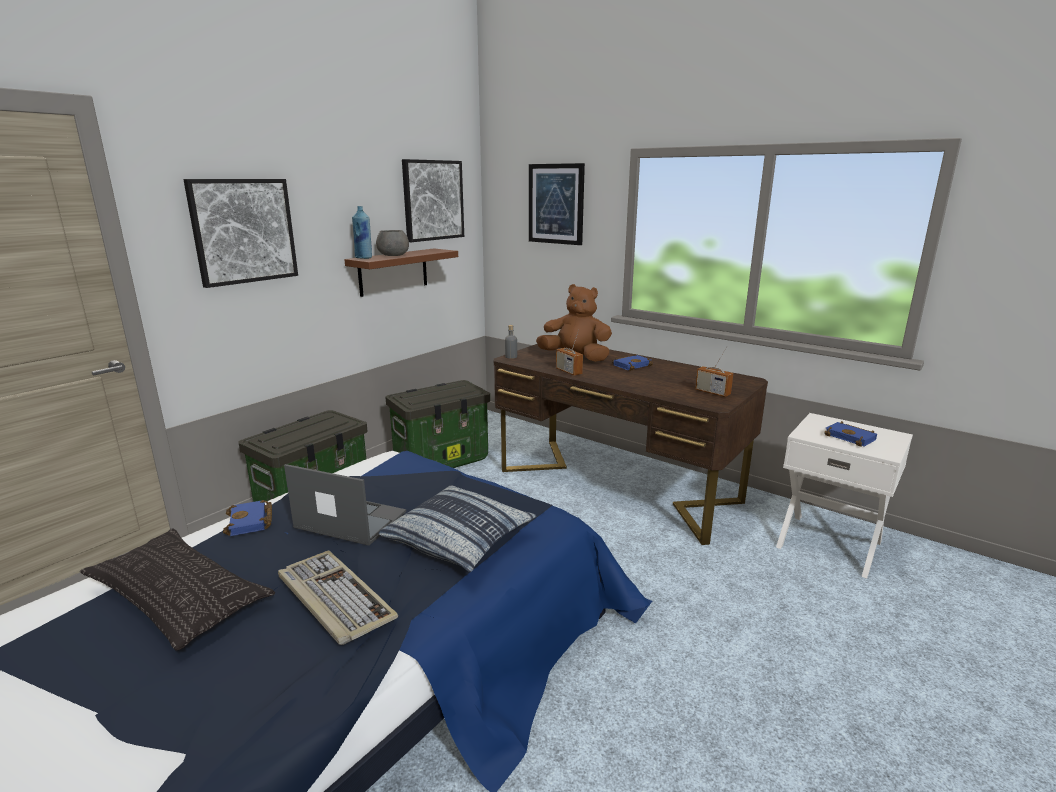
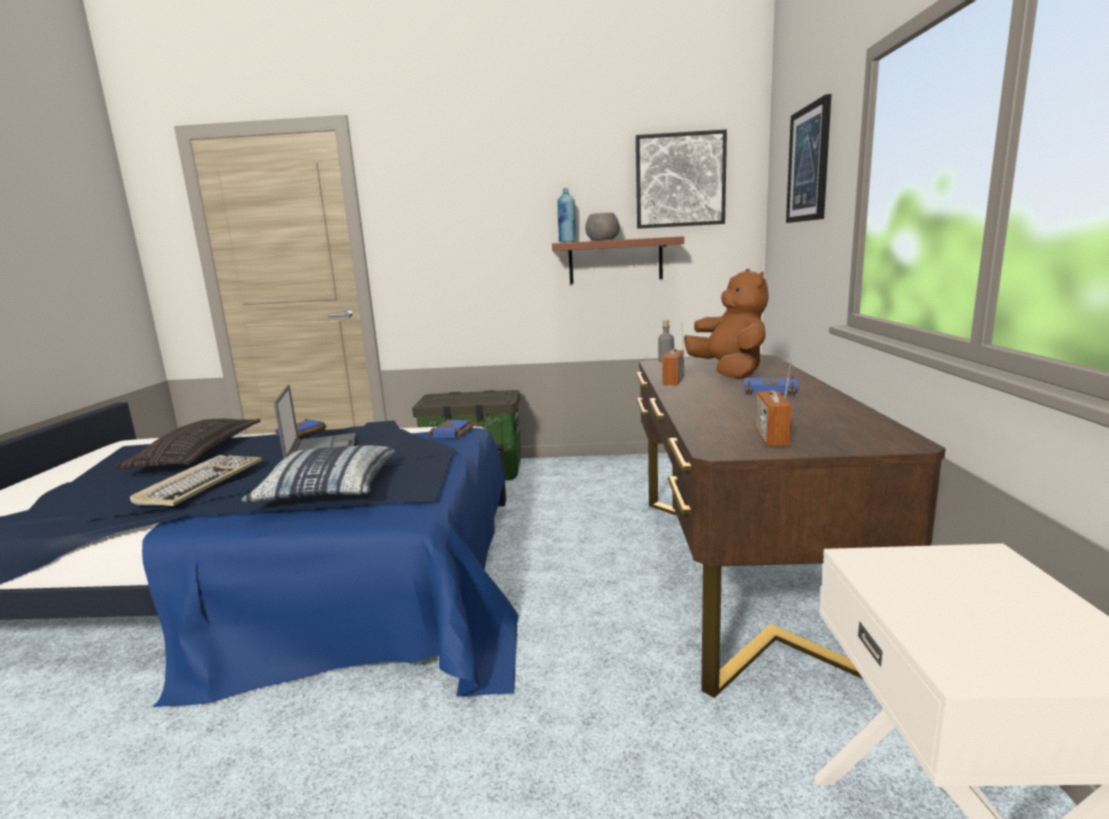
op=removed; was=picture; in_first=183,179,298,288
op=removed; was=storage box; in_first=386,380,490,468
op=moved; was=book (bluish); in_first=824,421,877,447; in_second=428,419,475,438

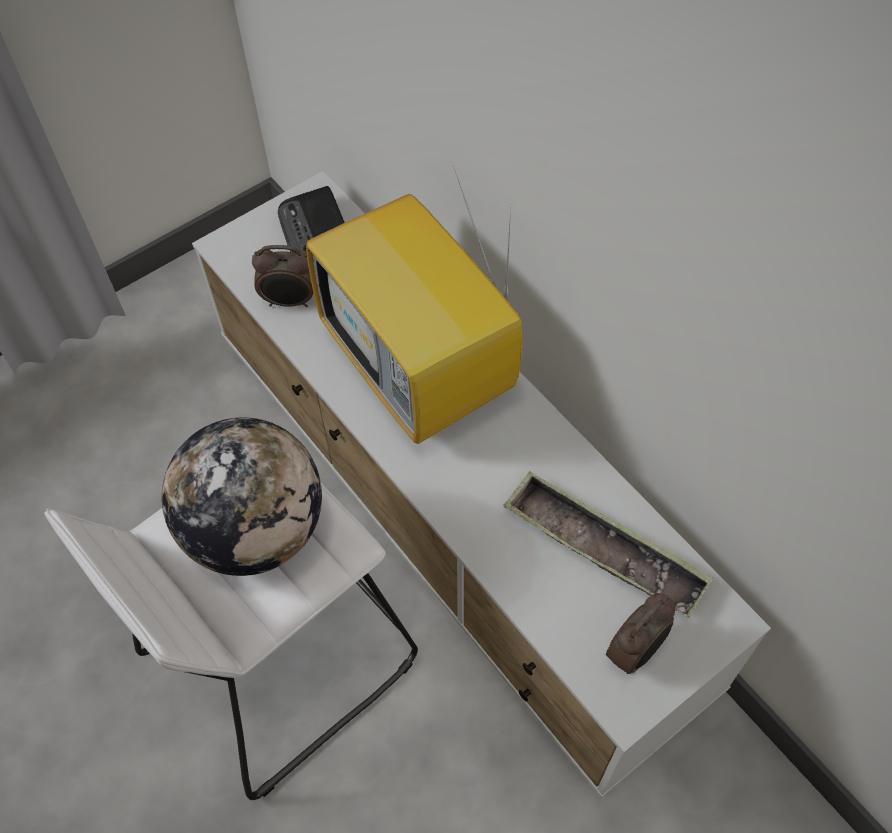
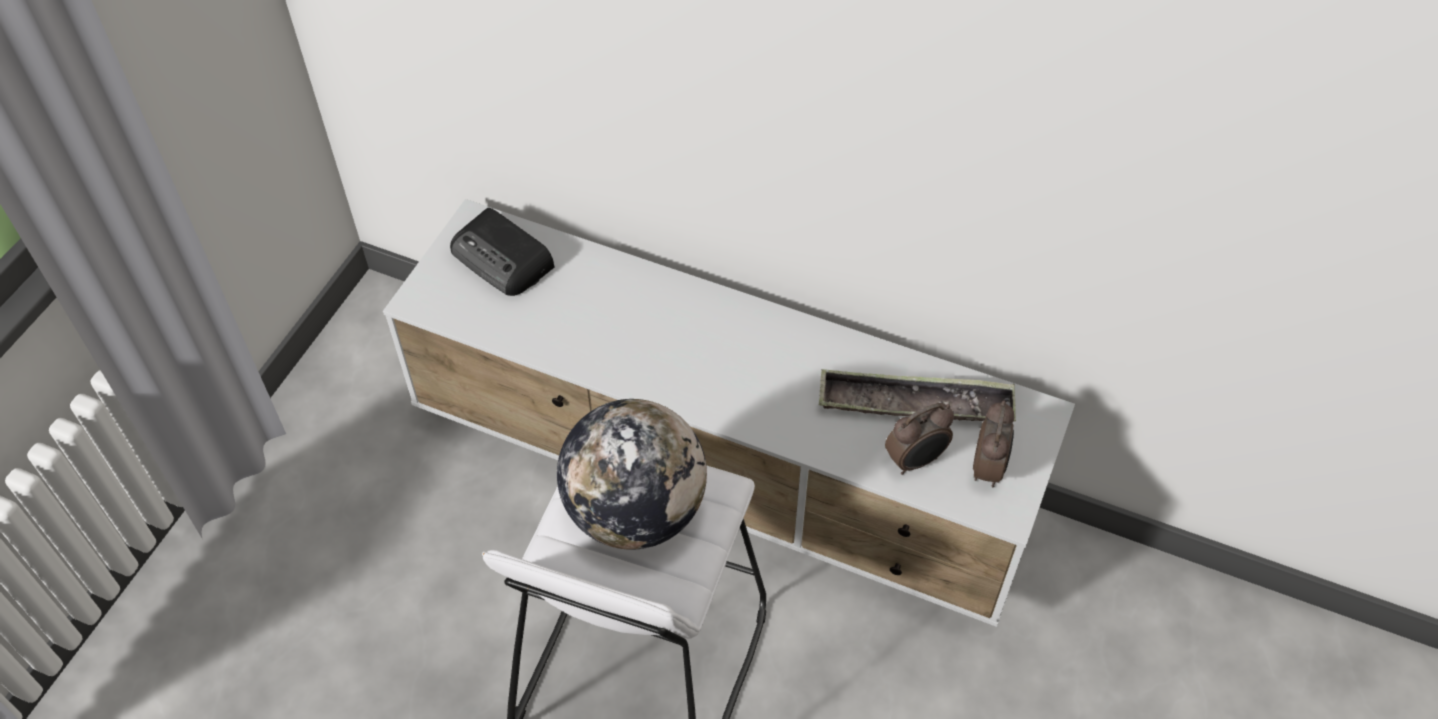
op=removed; was=TV set; in_first=306,166,522,444
op=moved; was=bedside clock; in_first=252,245,313,307; in_second=885,403,954,475

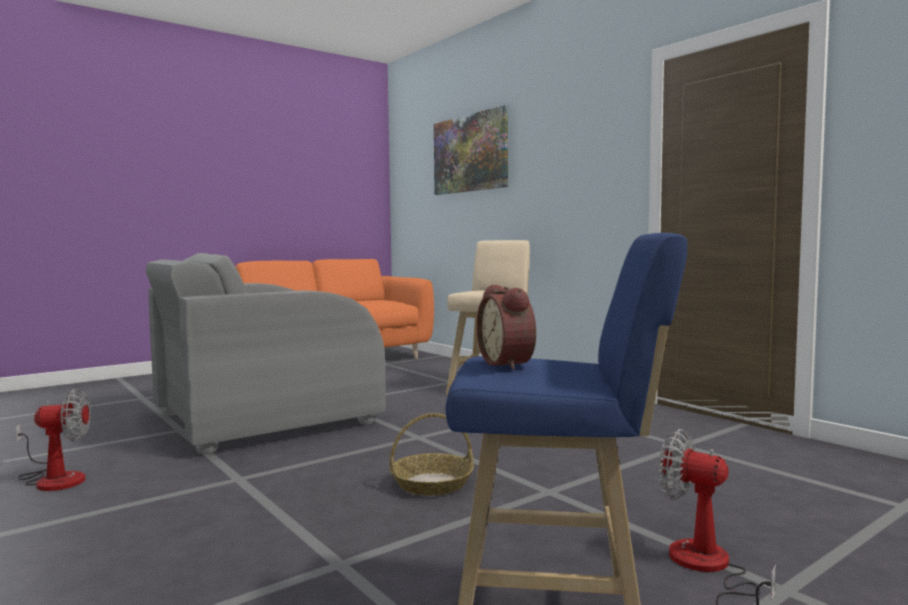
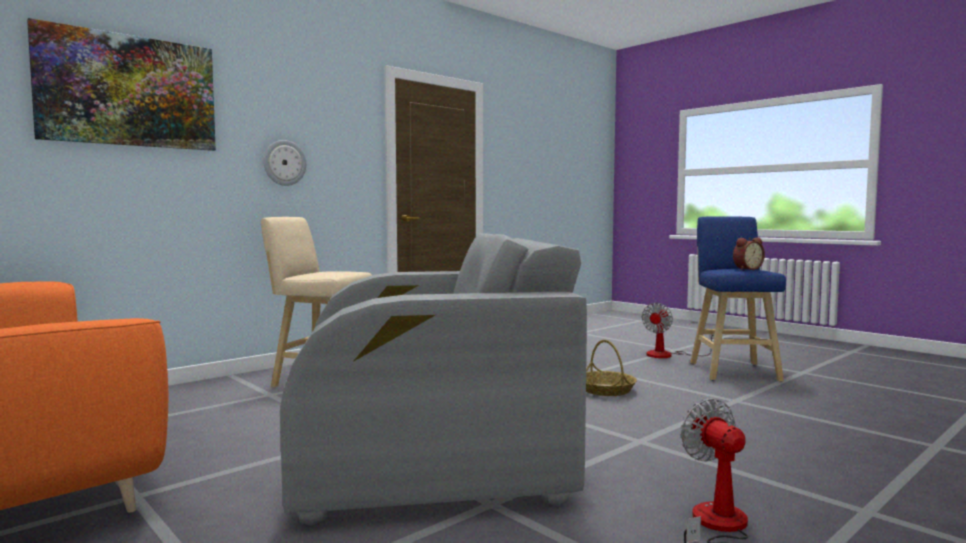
op=turned; was=armchair (gray); in_first=146,253,386,454; in_second=280,233,587,526; clockwise=-60
op=added; now=clock on the wall; in_second=263,140,306,186

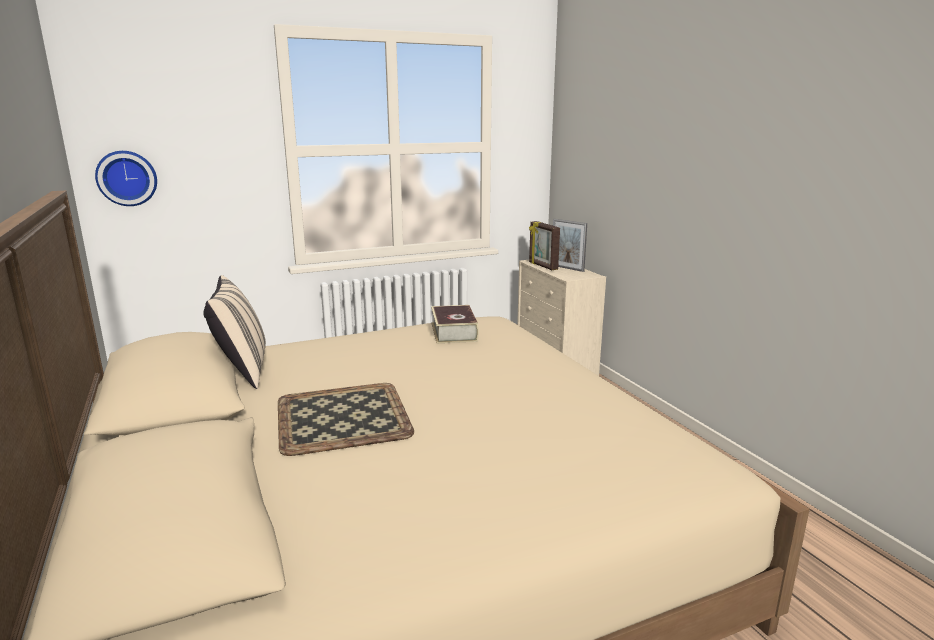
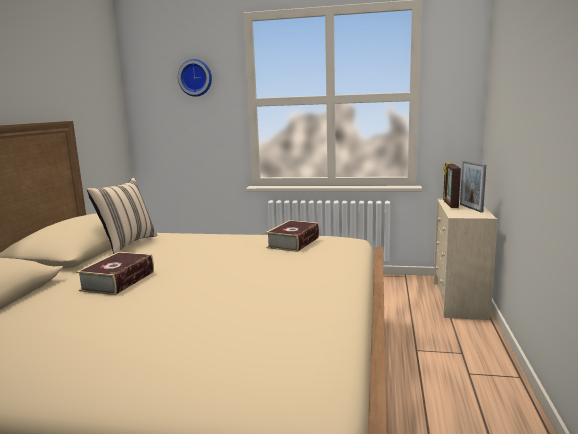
op=moved; was=clock on the wall; in_first=95,151,157,206; in_second=178,59,212,97
op=replaced; was=carrying tray; now=book; in_first=278,383,414,456; in_second=76,252,154,295

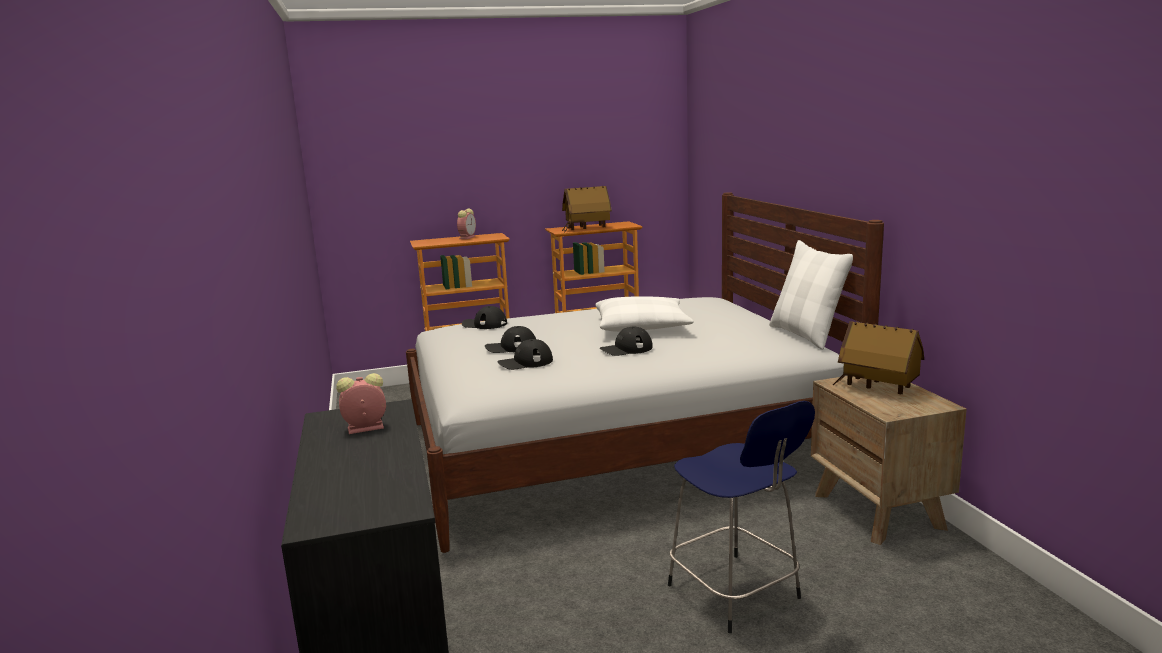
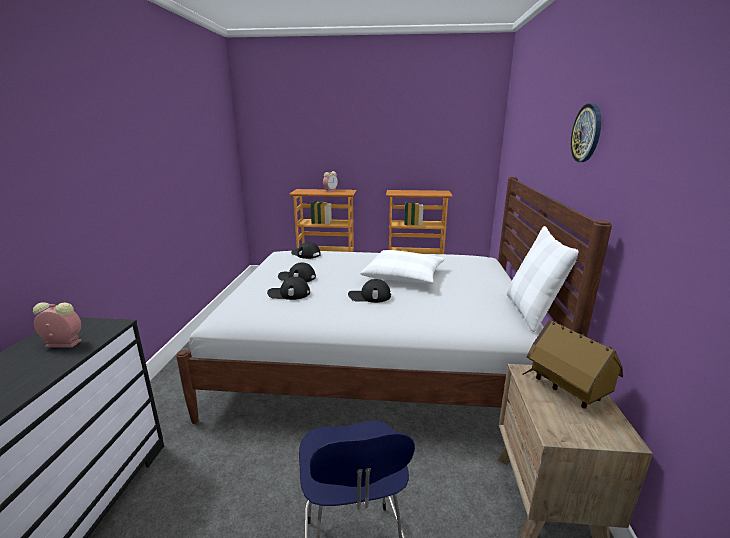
op=removed; was=toy house; in_first=562,186,612,232
op=added; now=clock on the wall; in_second=571,103,601,162

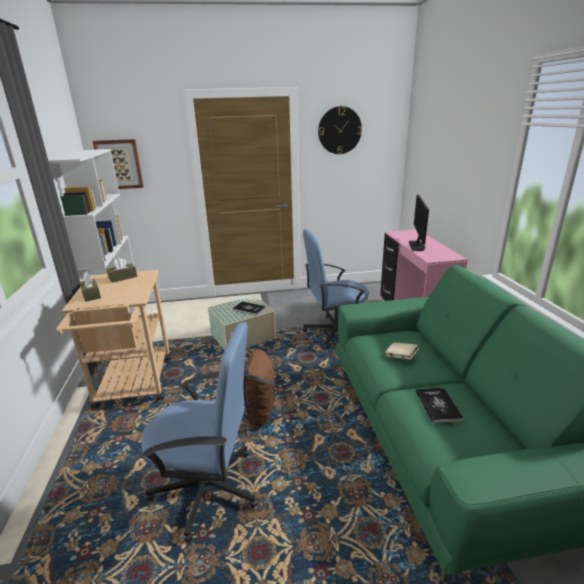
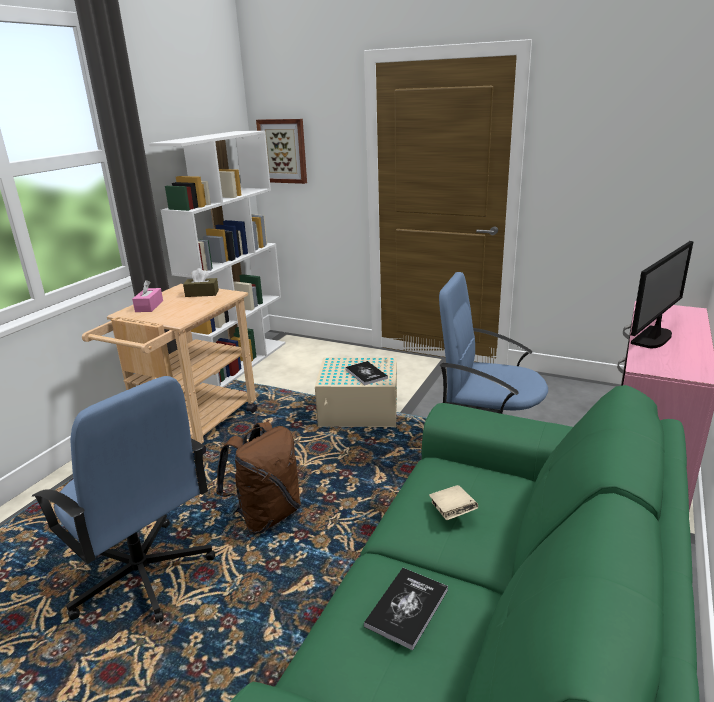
op=removed; was=clock on the wall; in_first=318,106,362,154
op=recoloured; was=tissue box (brown); now=tissue box (pinkish); in_first=79,274,101,302; in_second=132,280,163,312

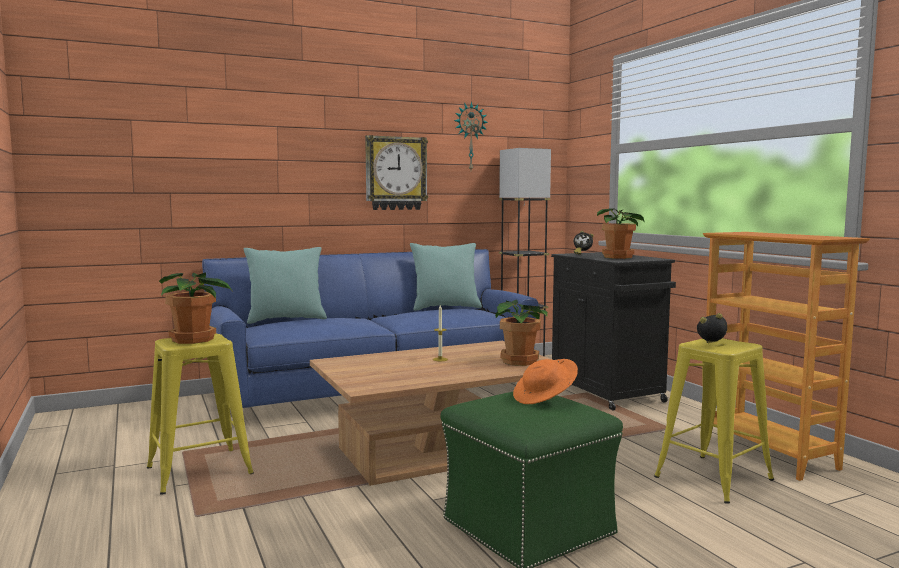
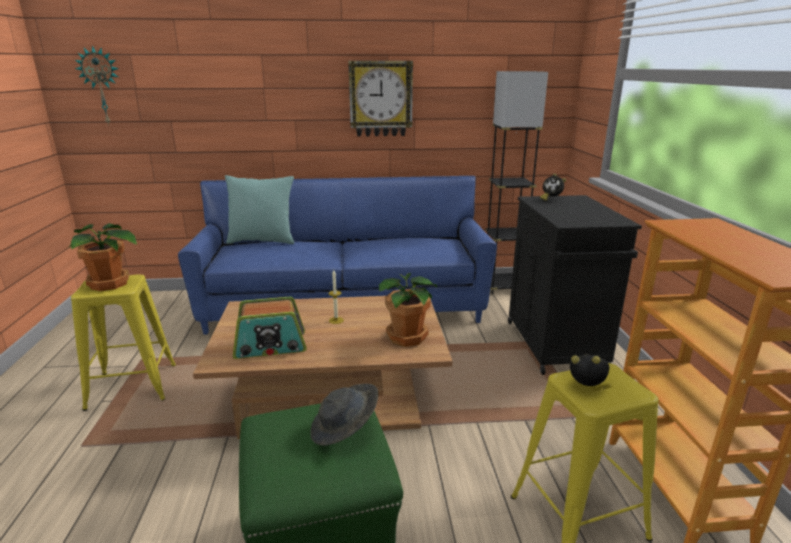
op=moved; was=clock on the wall; in_first=454,102,488,170; in_second=75,45,119,126
op=removed; was=potted plant; in_first=597,208,645,259
op=removed; was=throw pillow (blue-green); in_first=410,243,482,311
op=recoloured; was=clothing hat (orangey); now=clothing hat (gray); in_first=513,359,578,404; in_second=311,384,379,446
op=added; now=radio; in_second=233,297,307,359

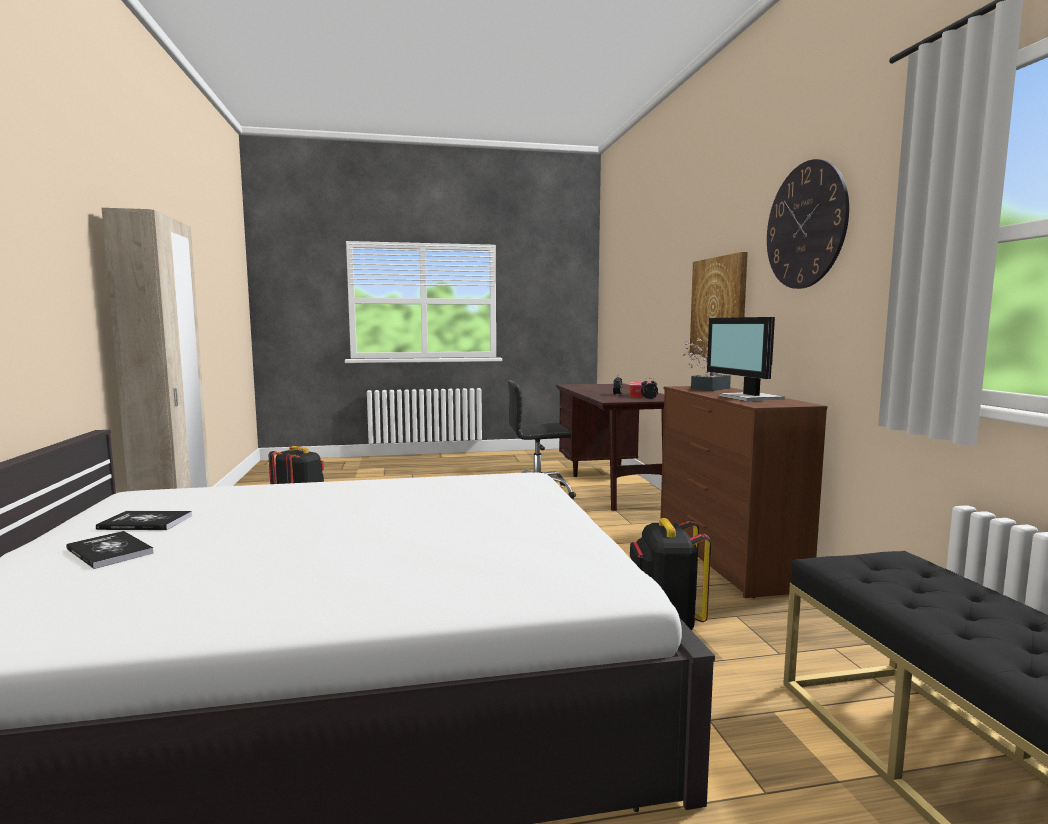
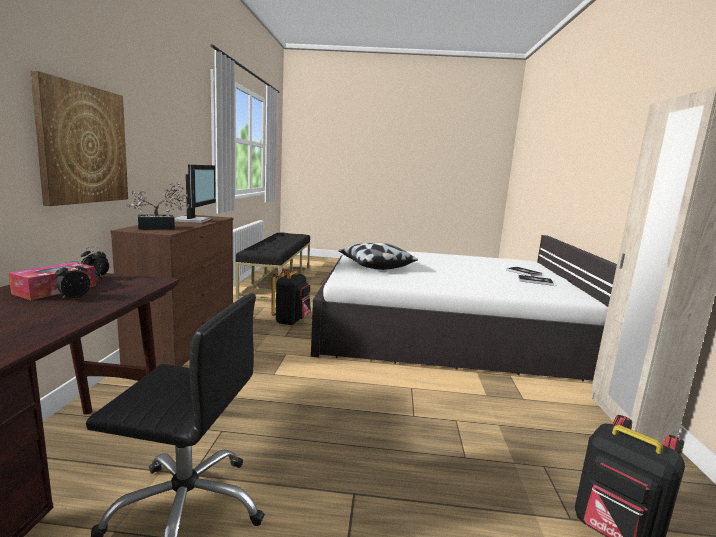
op=removed; was=clock on the wall; in_first=767,159,849,289
op=added; now=throw pillow; in_second=339,243,418,270

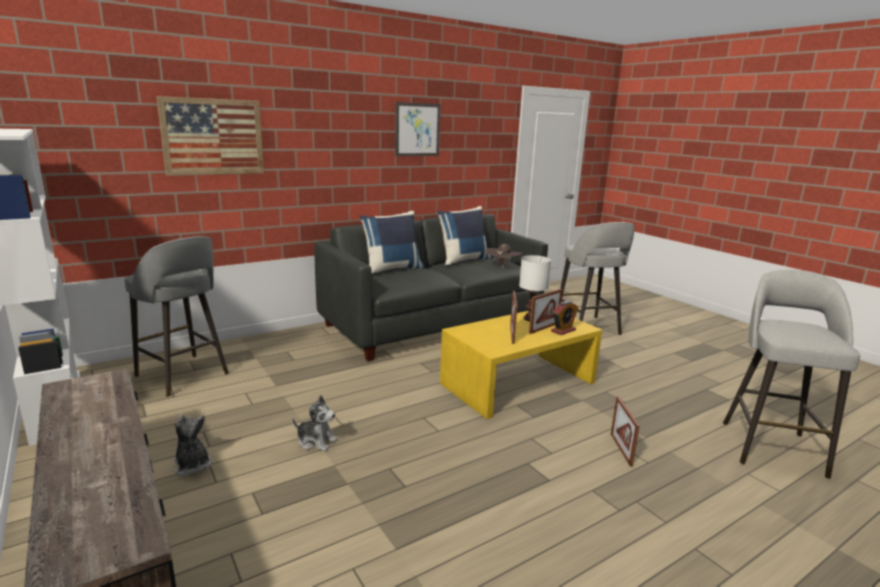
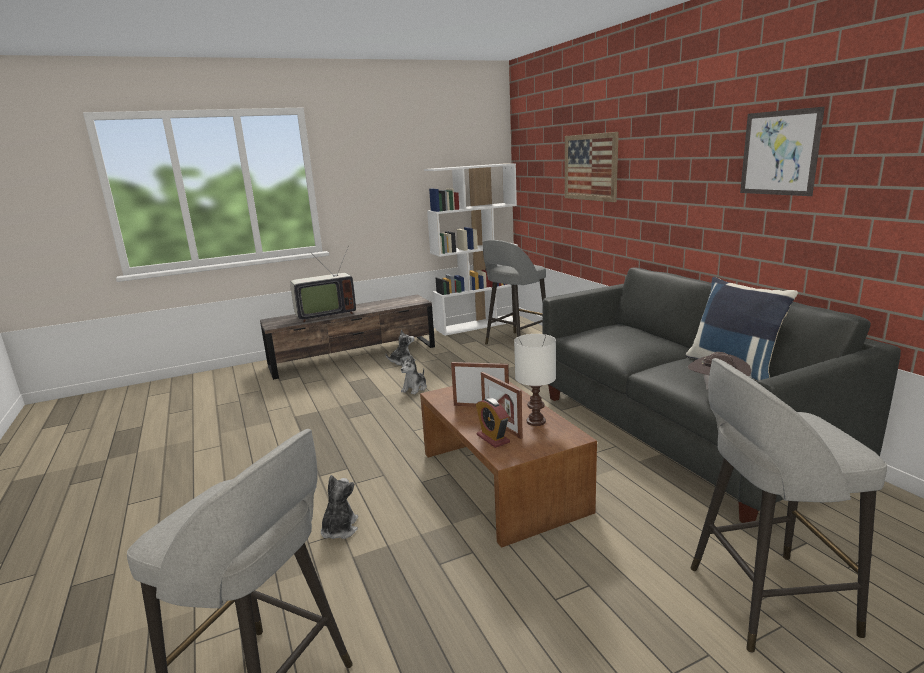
op=removed; was=throw pillow (bluish); in_first=360,211,425,275
op=recoloured; was=lounge table (yellowish); now=lounge table (brown); in_first=440,311,602,419; in_second=420,382,597,548
op=replaced; was=standing frame; now=soft toy; in_first=611,396,640,467; in_second=321,475,358,539
op=added; now=TV set; in_second=290,248,356,322

